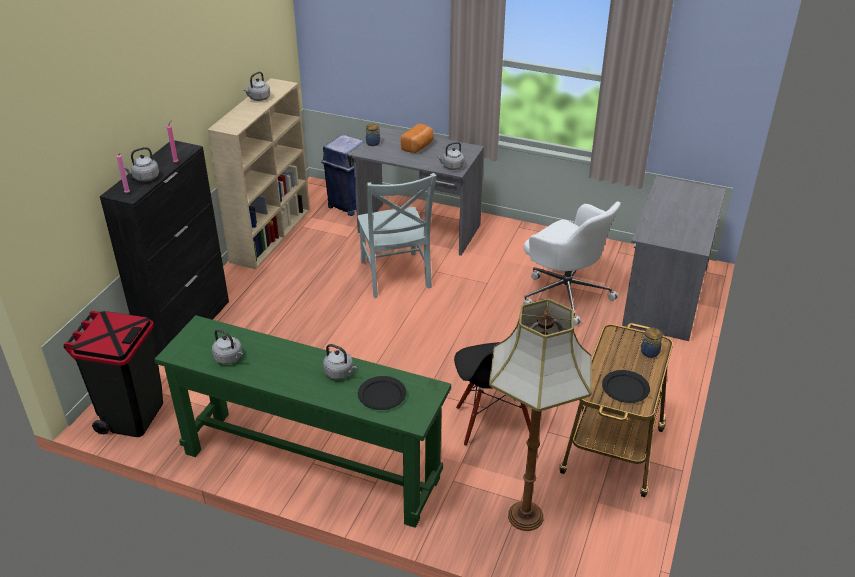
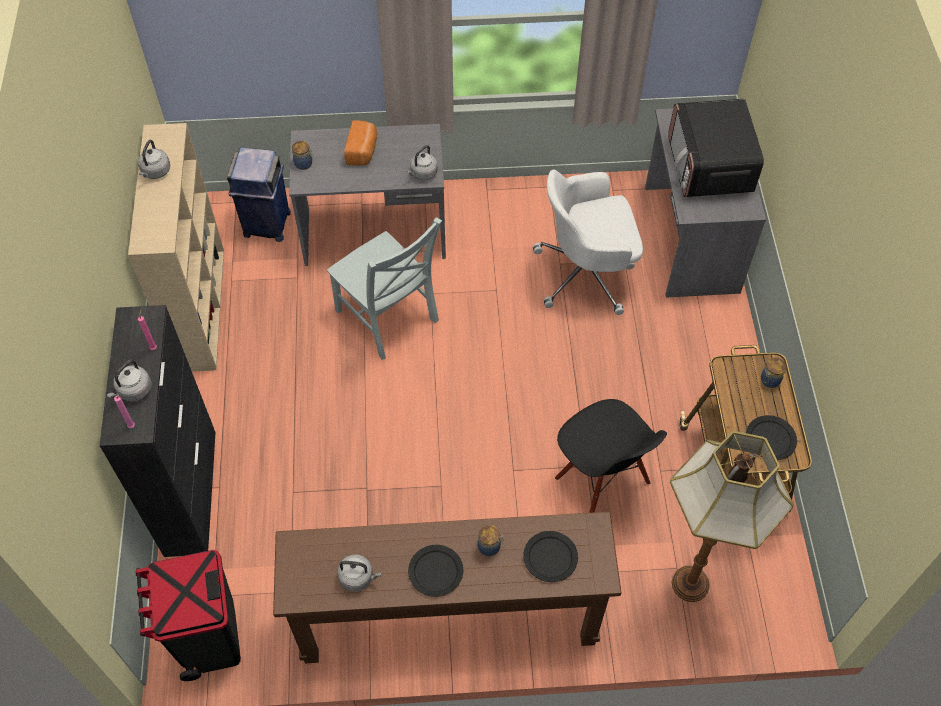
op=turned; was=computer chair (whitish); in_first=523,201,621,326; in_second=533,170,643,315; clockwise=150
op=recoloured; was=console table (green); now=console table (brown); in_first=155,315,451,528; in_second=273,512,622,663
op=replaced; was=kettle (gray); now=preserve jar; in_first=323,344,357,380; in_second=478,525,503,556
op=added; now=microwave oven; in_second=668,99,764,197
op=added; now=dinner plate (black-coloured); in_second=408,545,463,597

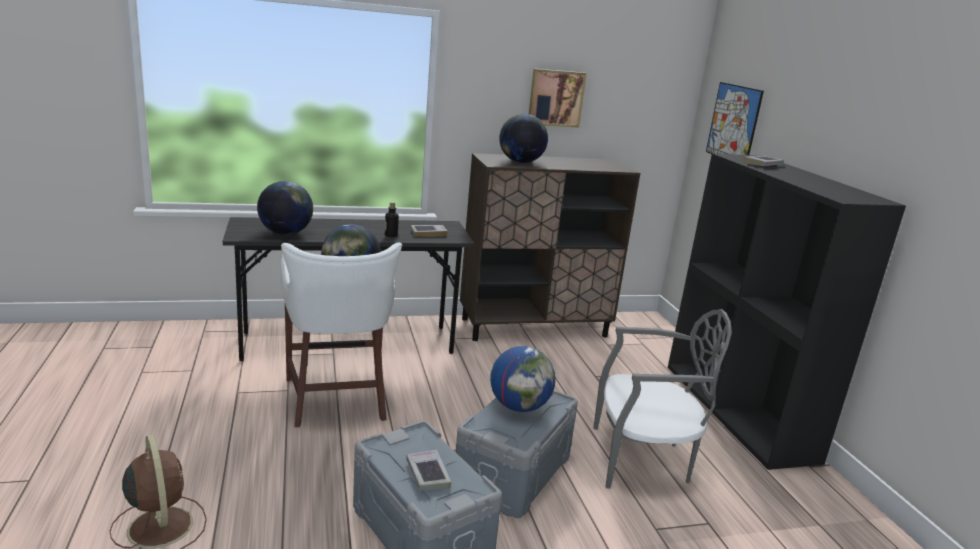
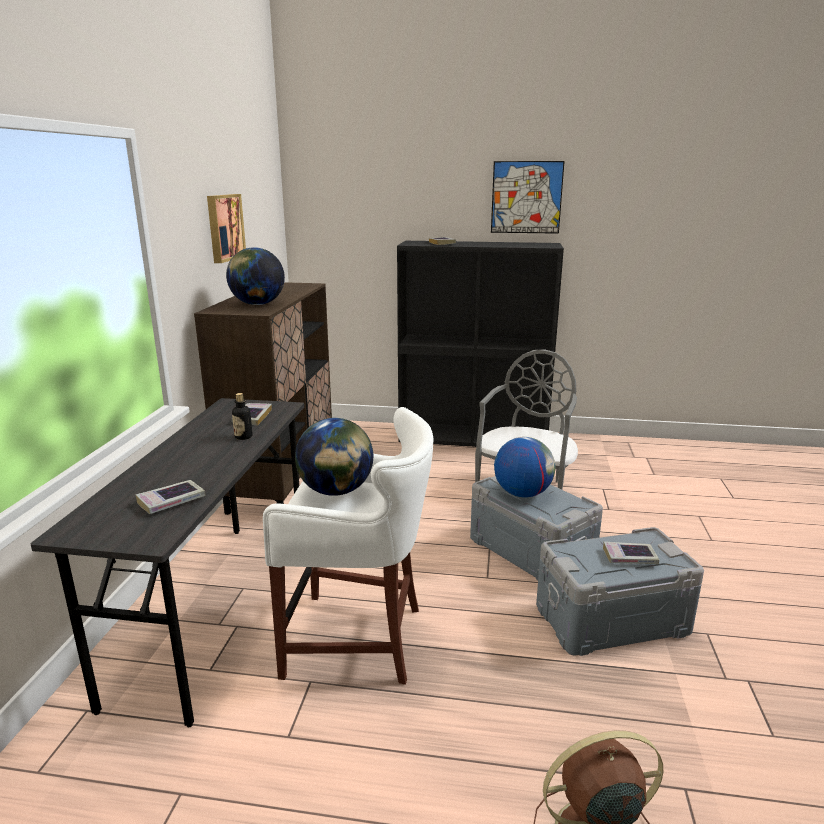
op=moved; was=picture; in_first=706,82,764,155; in_second=491,161,565,234
op=replaced; was=globe; now=book; in_first=257,181,313,235; in_second=135,480,206,514

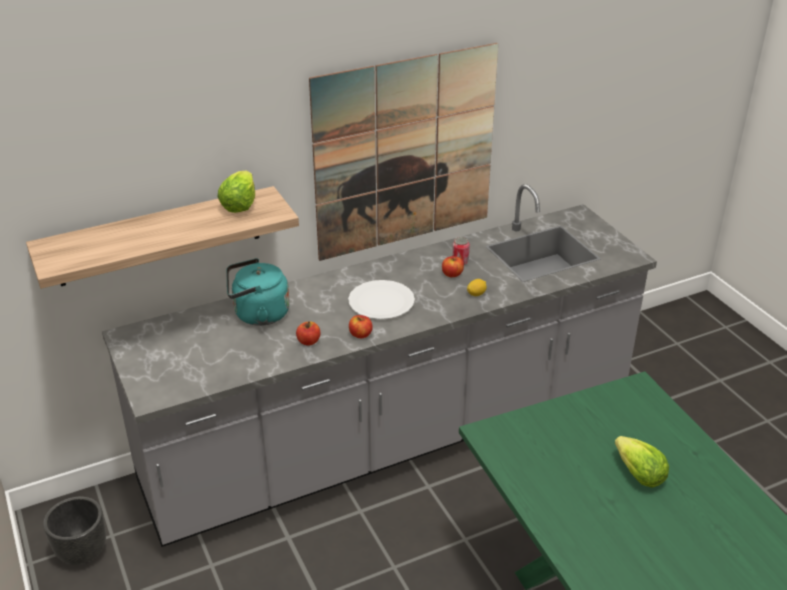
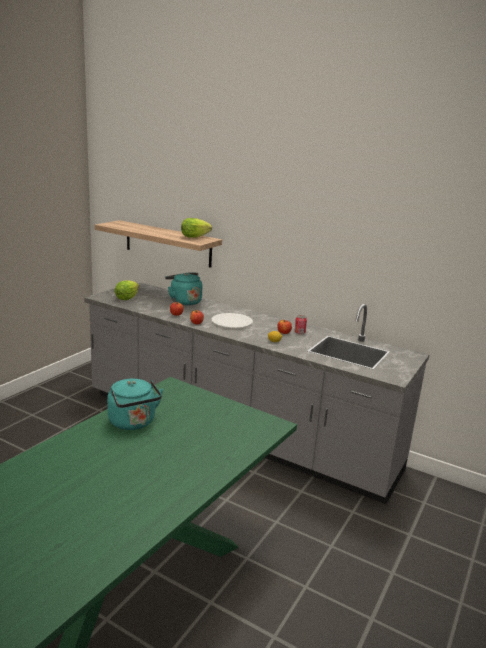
op=removed; was=picture; in_first=309,43,498,261
op=moved; was=lettuce; in_first=615,436,669,488; in_second=114,280,139,300
op=removed; was=plant pot (black-coloured); in_first=43,497,106,565
op=added; now=kettle (blue-green); in_second=107,379,163,430

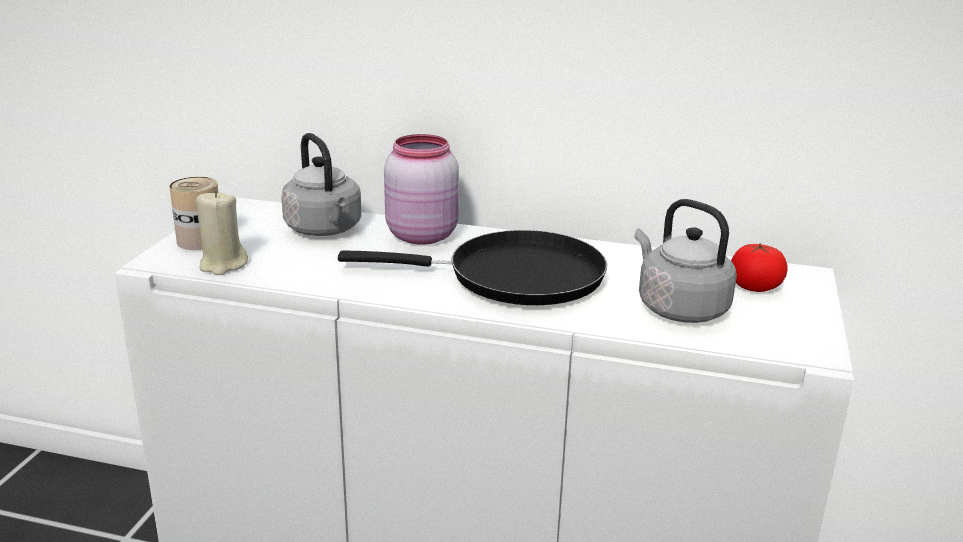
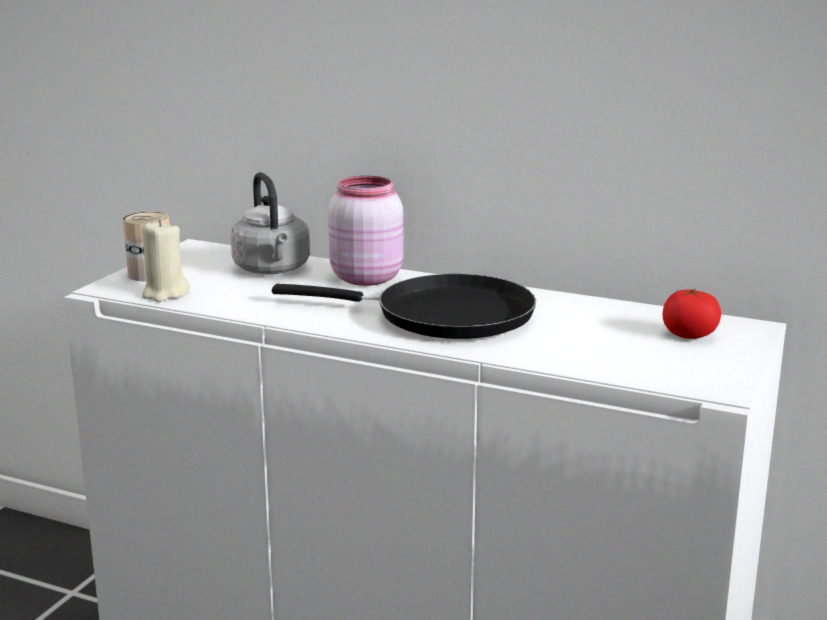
op=removed; was=kettle (gray); in_first=635,199,737,323

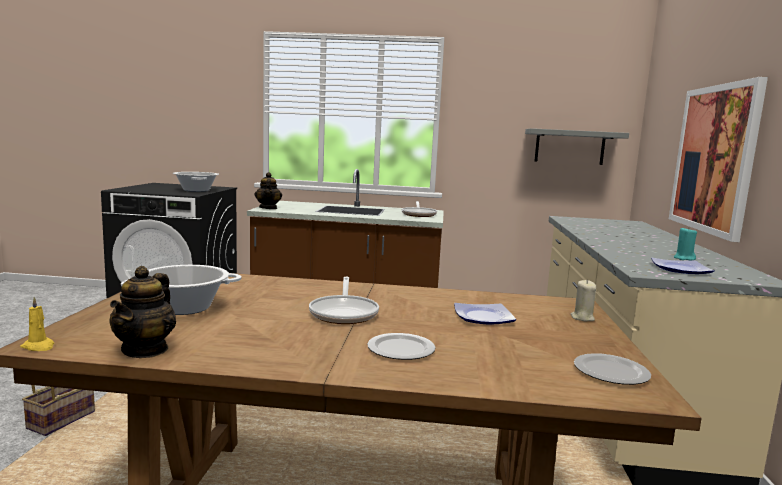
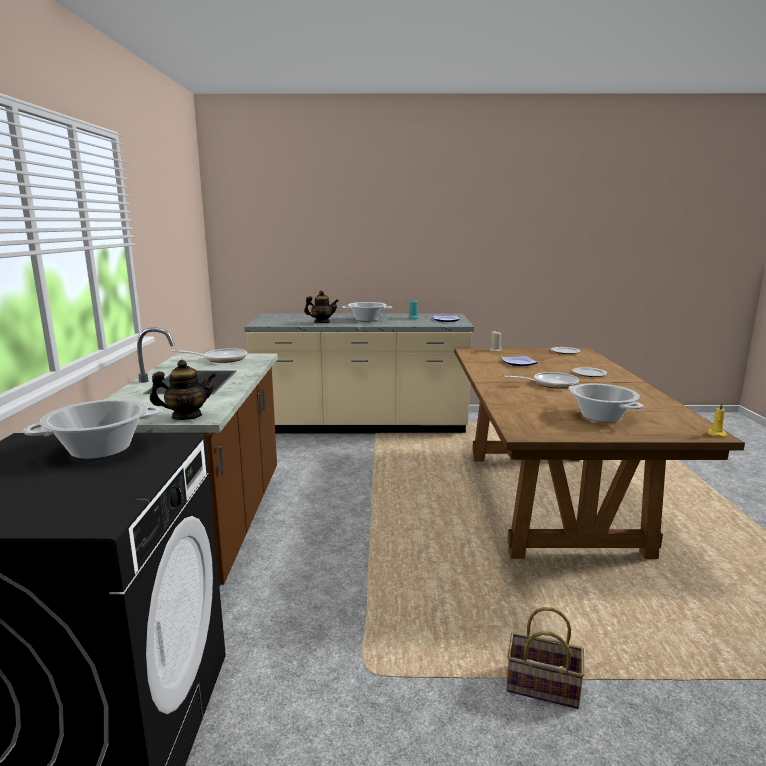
op=removed; was=picture; in_first=669,77,768,242
op=removed; was=wall shelf (gray); in_first=525,128,629,165
op=moved; was=teapot; in_first=110,266,176,358; in_second=304,291,339,323
op=added; now=saucepot; in_second=342,302,392,322

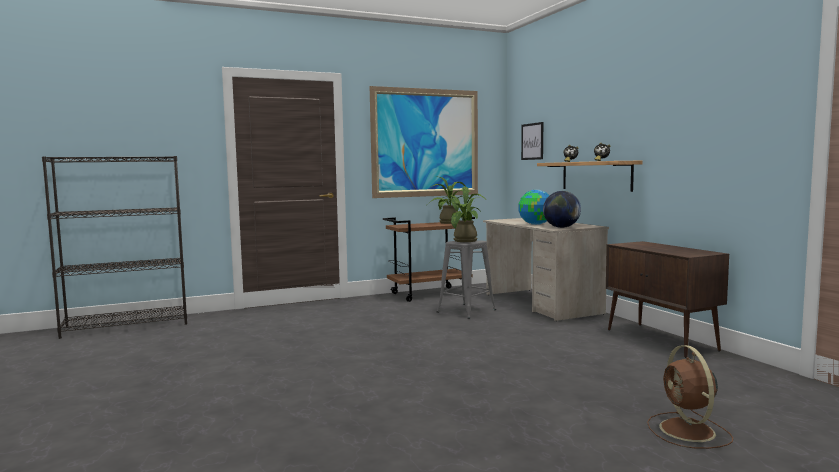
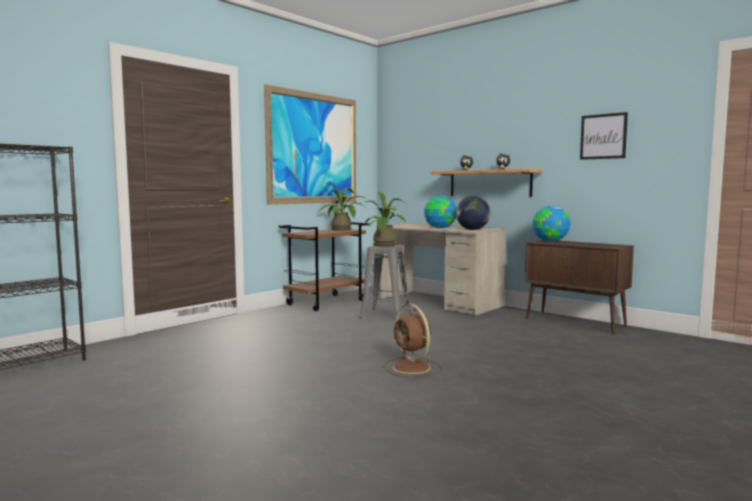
op=moved; was=picture; in_first=521,122,543,160; in_second=580,112,628,160
op=moved; was=cooling fan (brown); in_first=647,345,733,449; in_second=383,304,442,378
op=added; now=globe; in_second=533,206,570,242

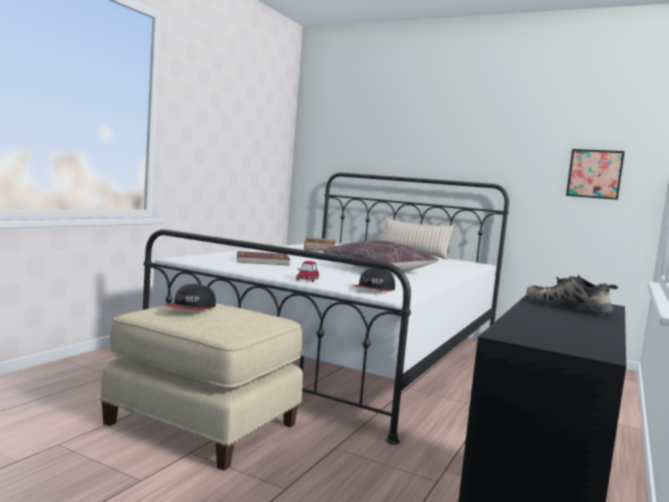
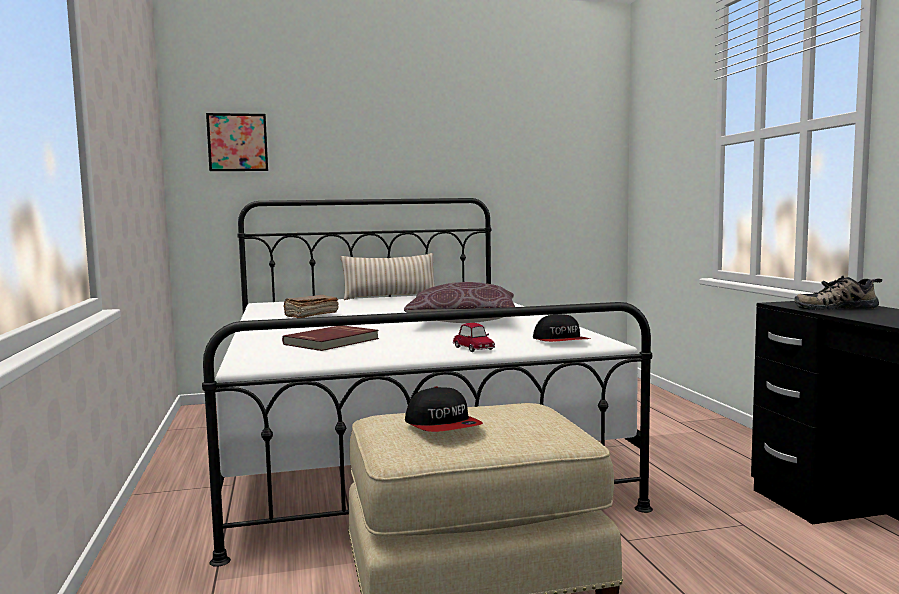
op=moved; was=picture; in_first=566,149,625,200; in_second=206,113,268,171

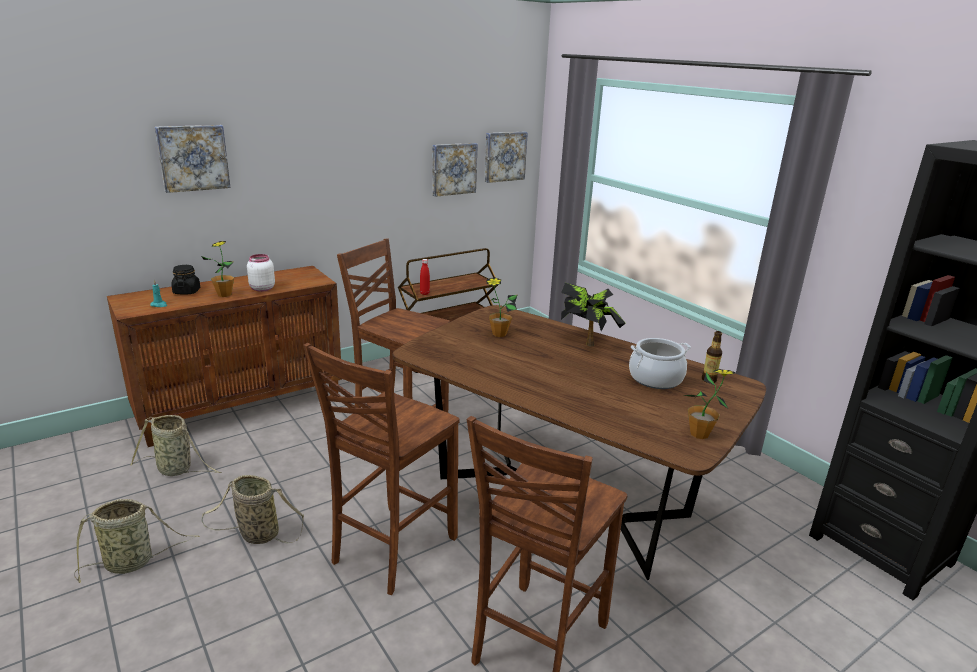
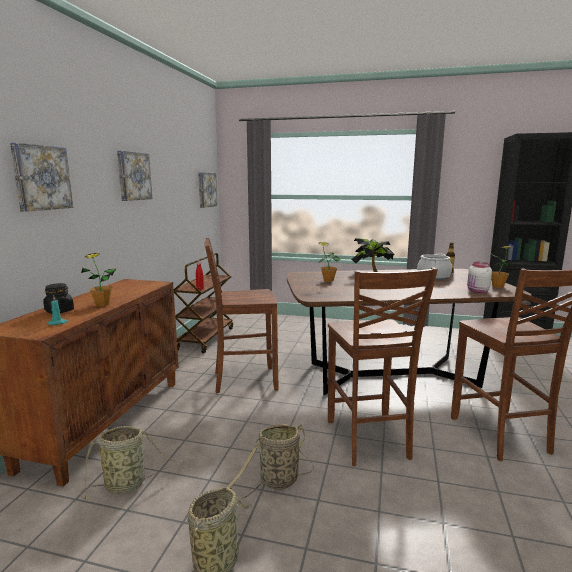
op=moved; was=picture; in_first=432,143,478,197; in_second=117,151,152,201
op=moved; was=preserve jar (whitish); in_first=247,254,275,292; in_second=467,262,492,293

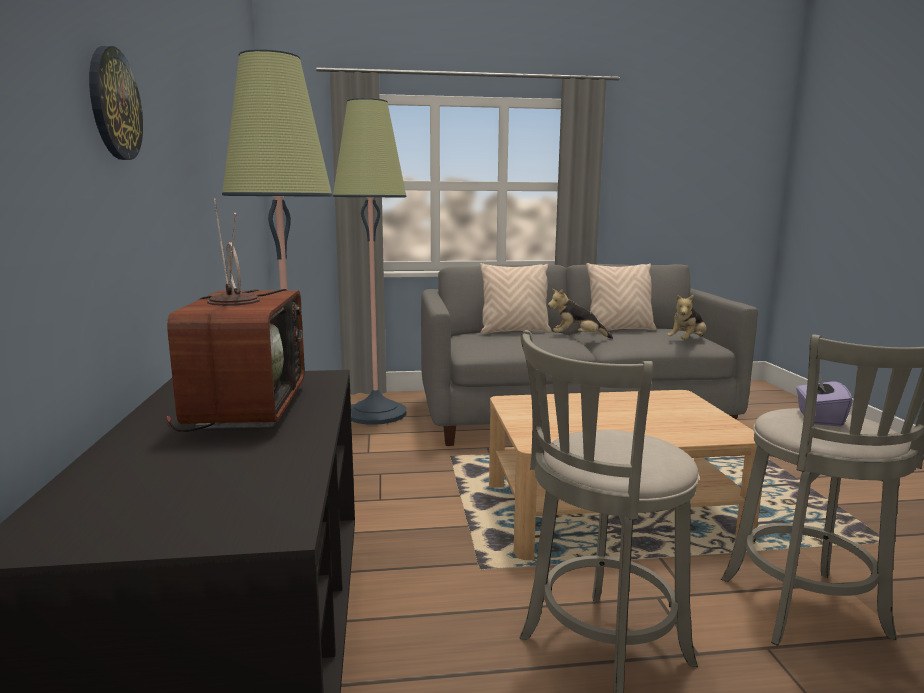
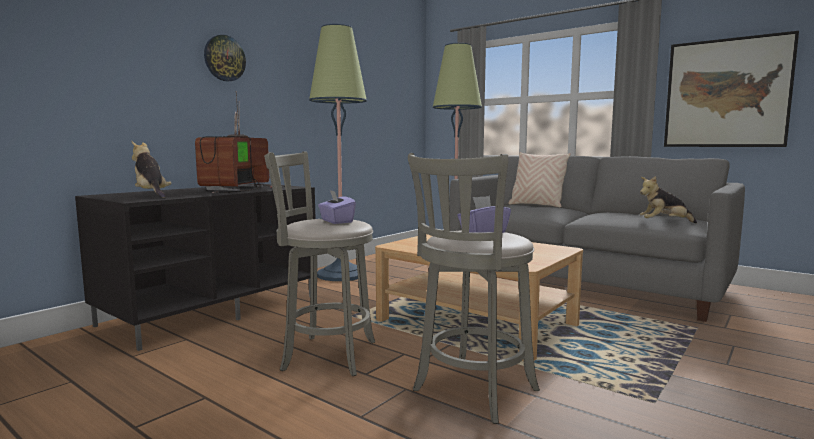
op=turned; was=TV set; in_first=166,198,305,432; in_second=195,91,272,193; clockwise=150
op=removed; was=throw pillow (sand-coloured); in_first=586,263,657,333
op=moved; was=soft toy; in_first=548,289,613,339; in_second=132,141,171,198
op=added; now=picture; in_second=664,31,799,147
op=added; now=tissue box (purplish); in_second=318,190,356,224

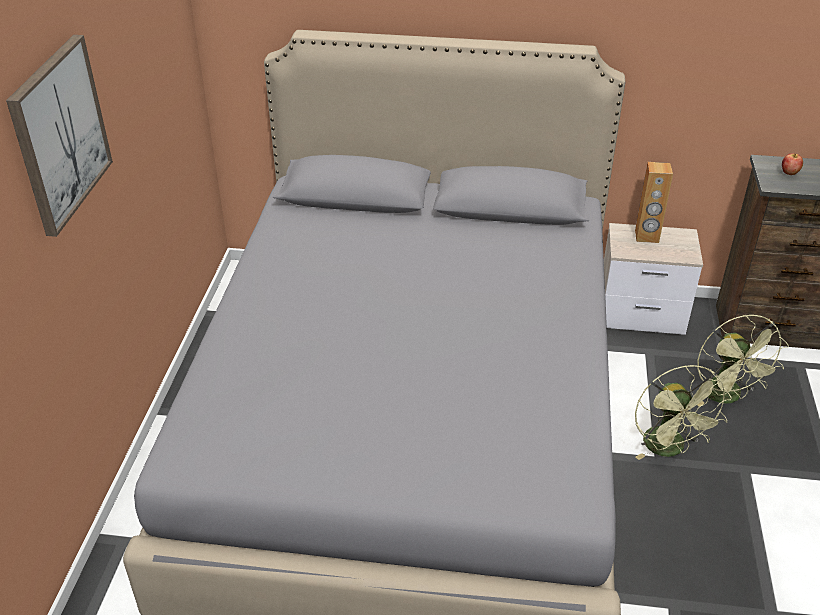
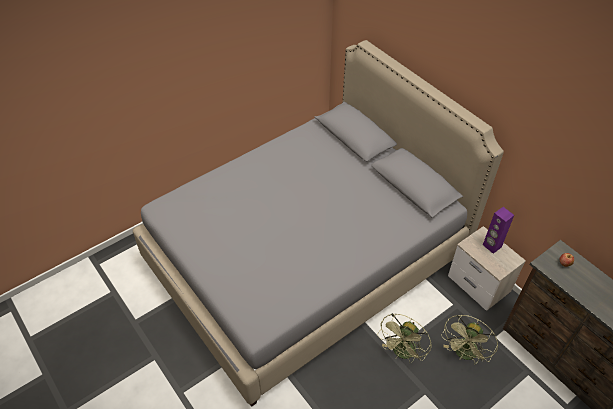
op=removed; was=picture; in_first=6,35,113,237
op=recoloured; was=speaker (brown); now=speaker (purplish); in_first=635,162,673,243; in_second=483,207,514,254

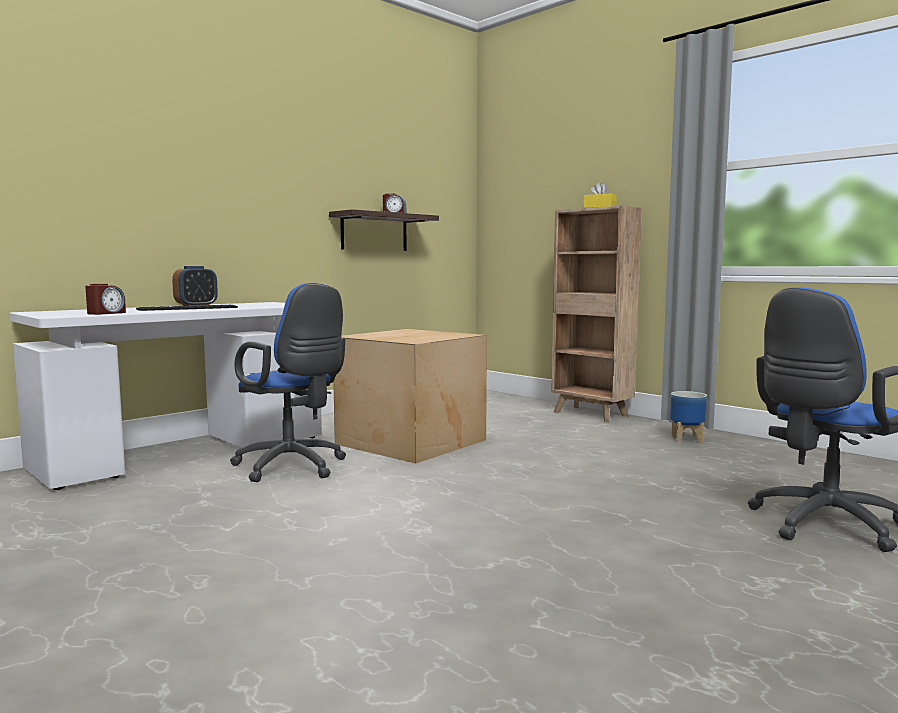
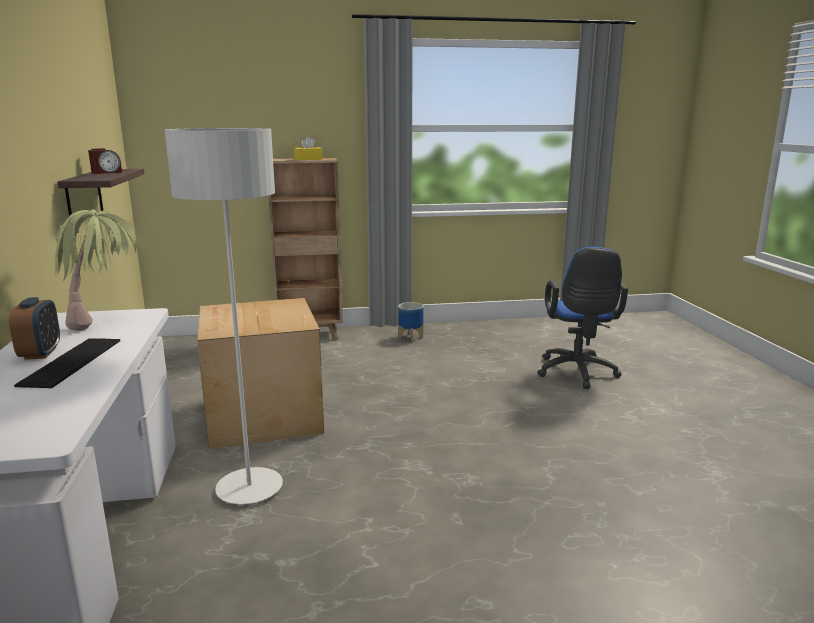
op=replaced; was=computer chair (bluish); now=standard lamp (gray); in_first=230,283,346,482; in_second=165,128,283,504
op=removed; was=bedside clock; in_first=85,284,126,315
op=added; now=potted plant; in_second=55,209,142,331

